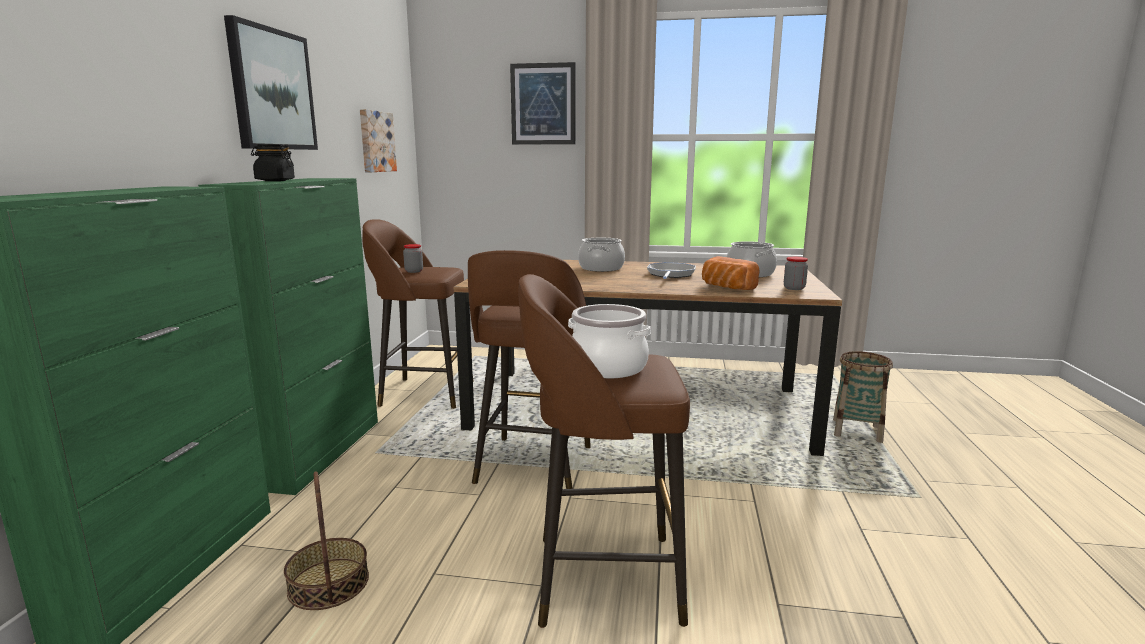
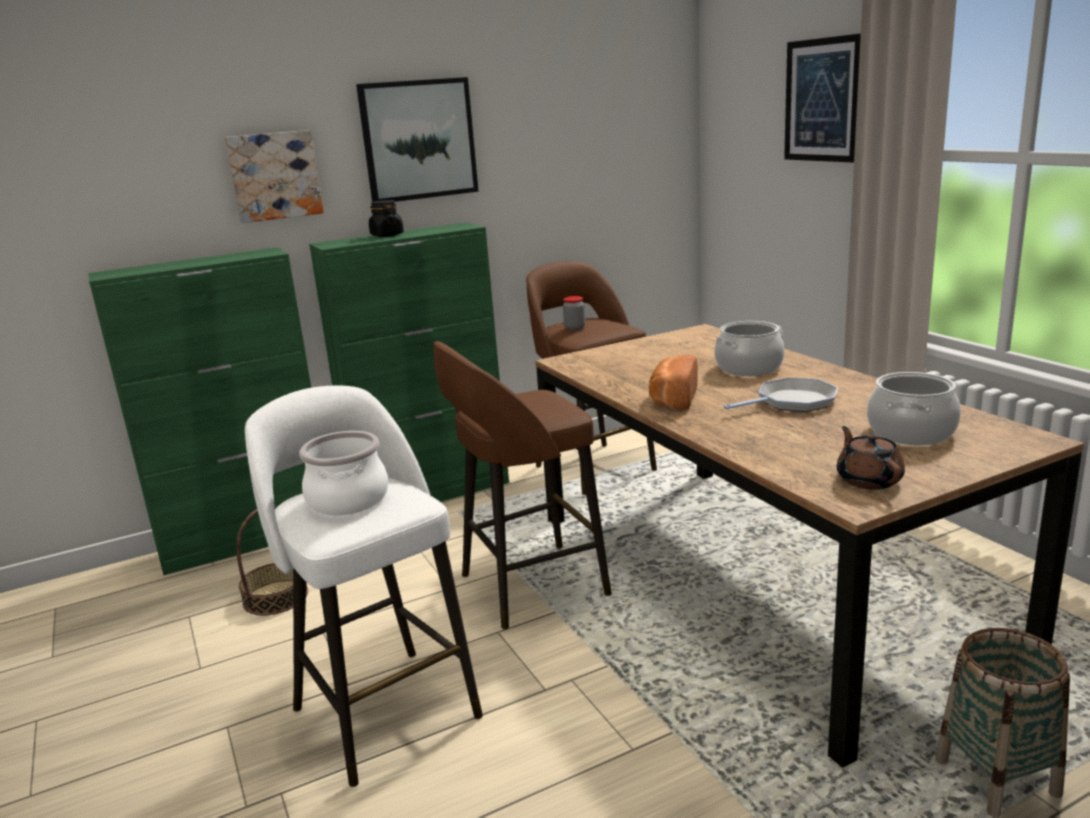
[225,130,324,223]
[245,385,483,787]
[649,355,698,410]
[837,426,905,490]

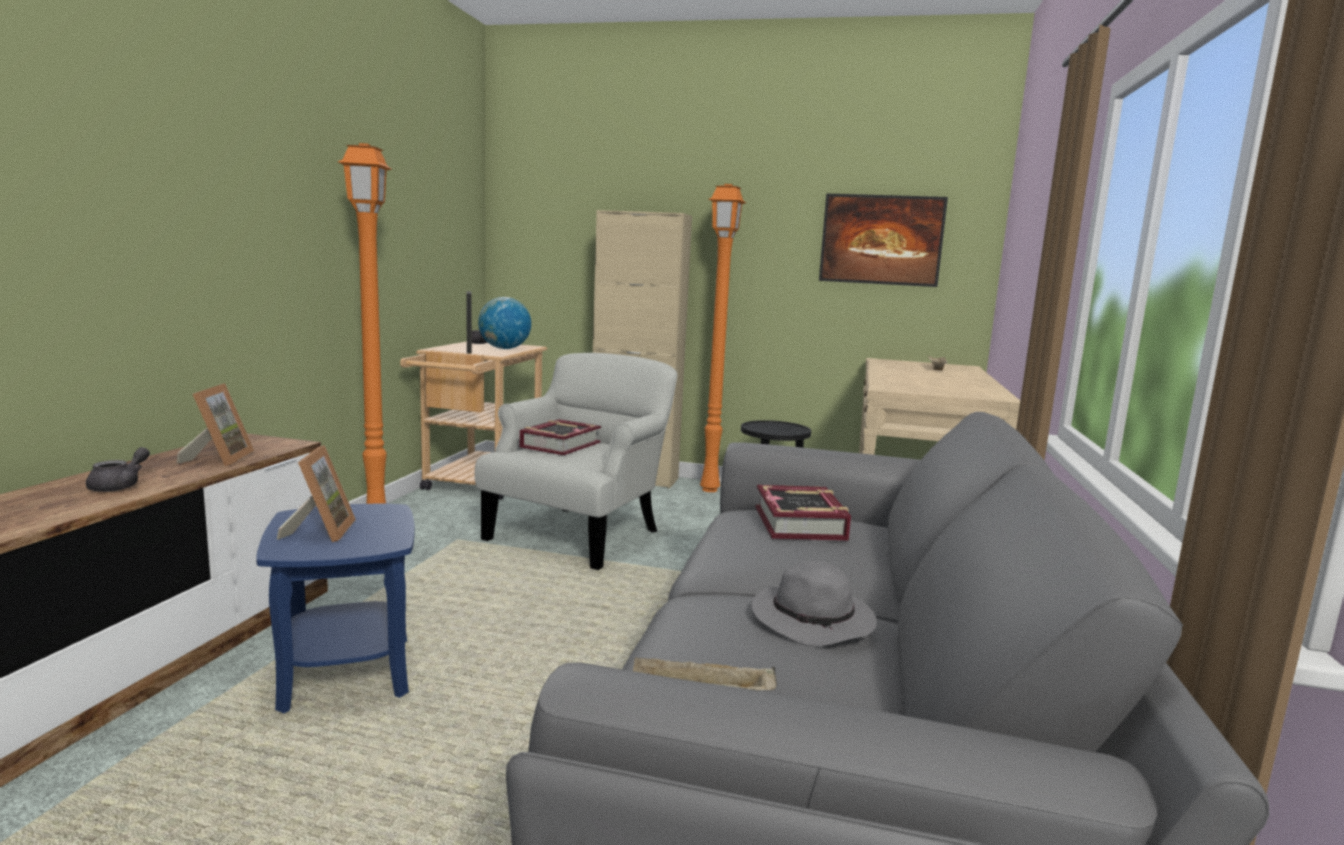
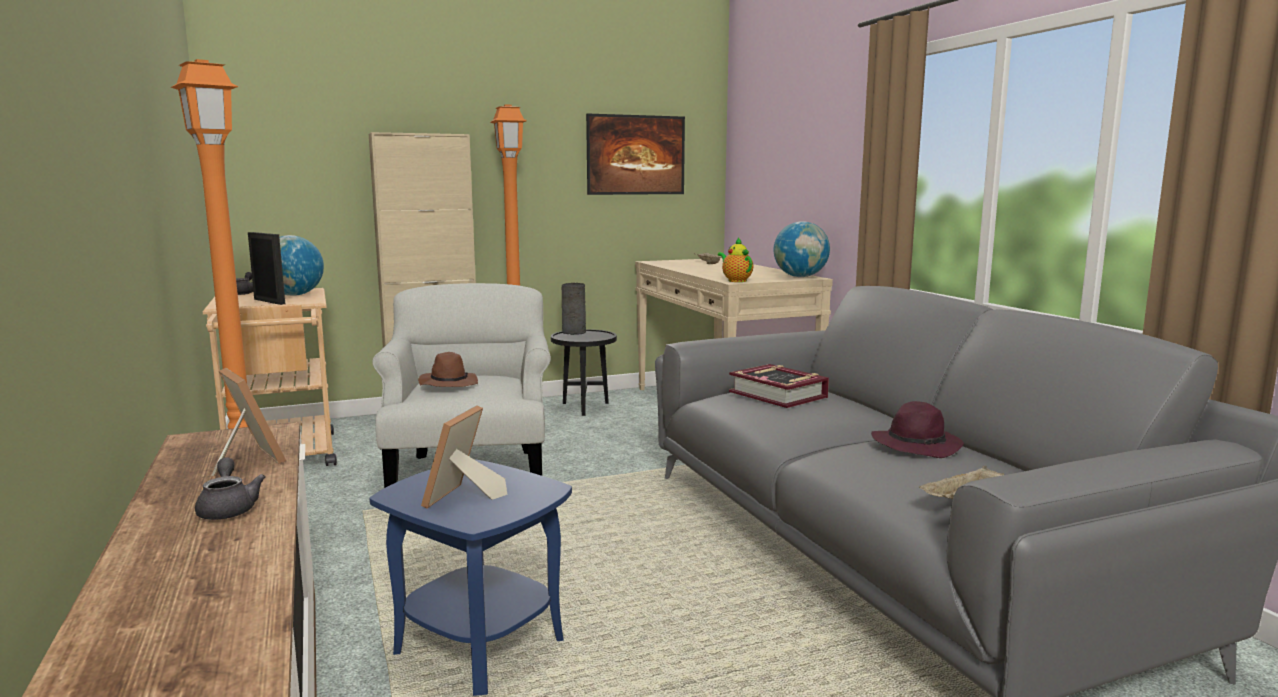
[418,352,478,387]
[421,405,507,509]
[562,283,586,335]
[718,237,753,282]
[773,221,830,277]
[871,401,964,458]

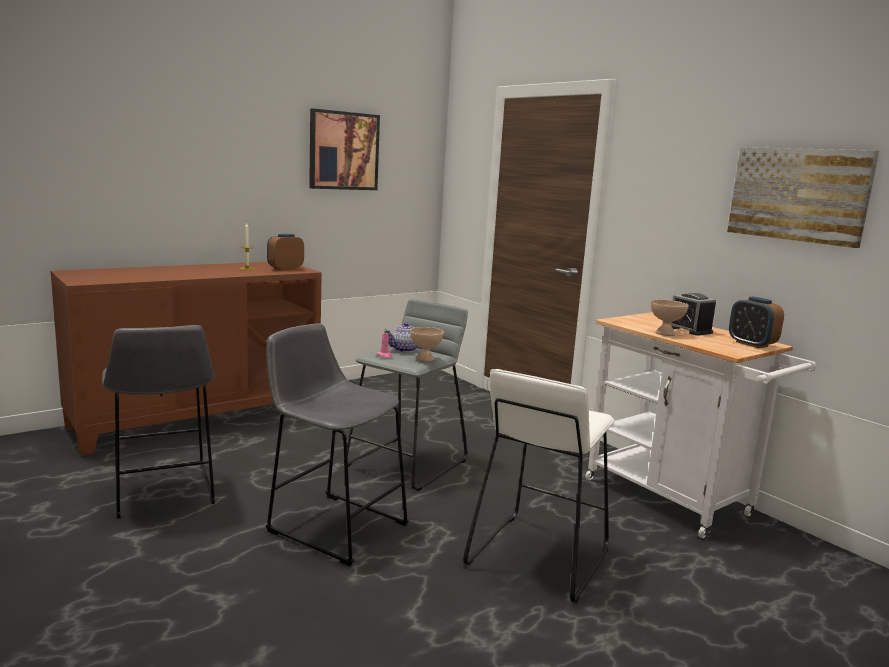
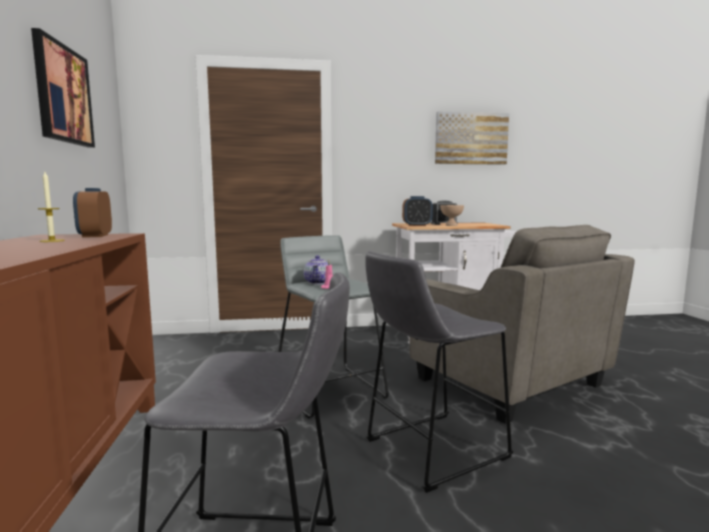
[402,196,433,226]
[409,225,635,424]
[410,327,444,362] (first image)

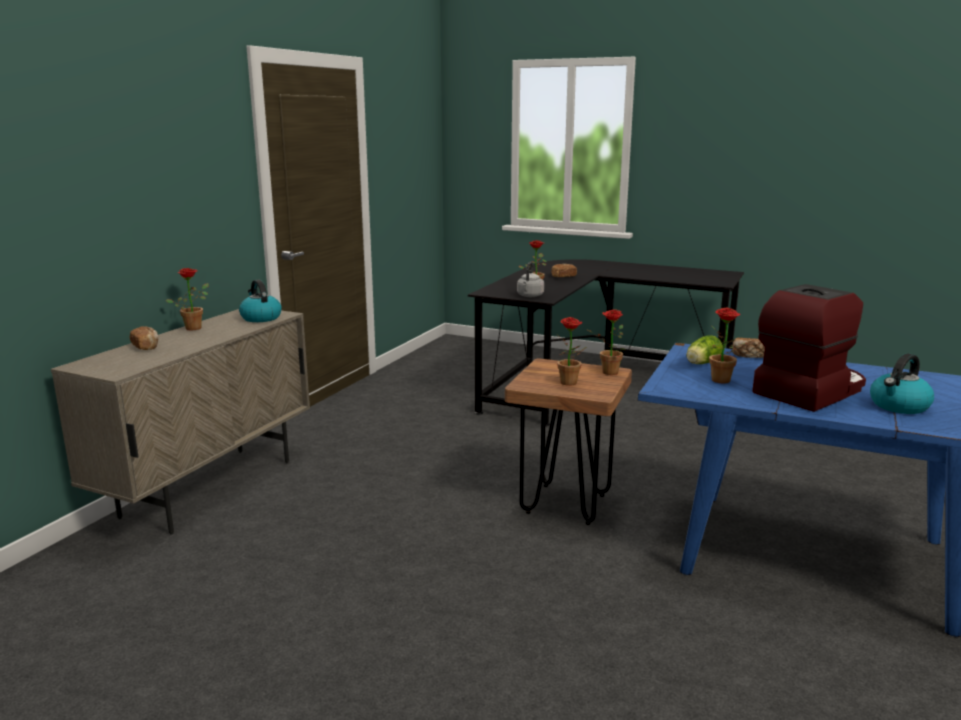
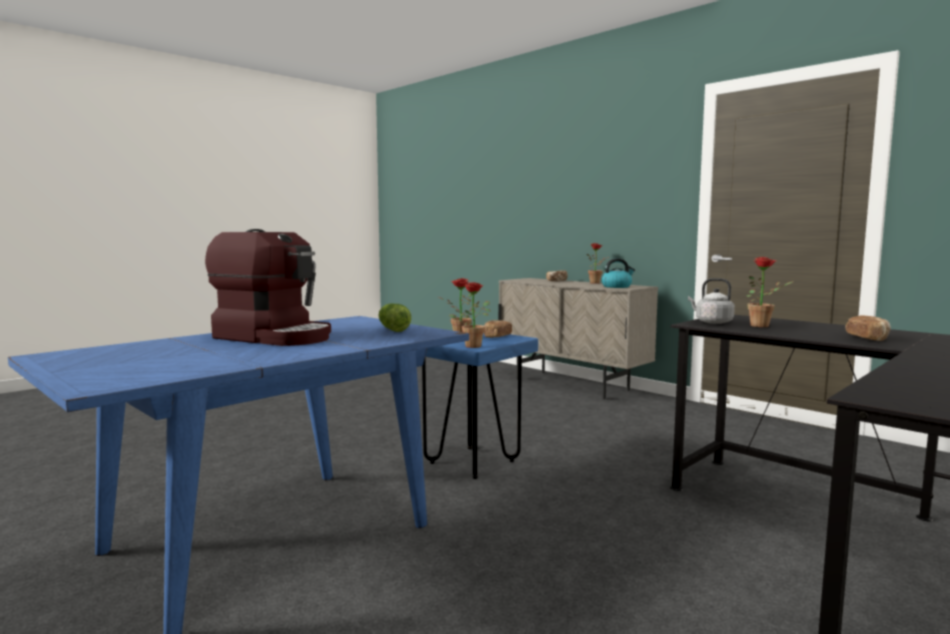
[205,229,331,346]
[422,334,538,479]
[483,320,512,338]
[709,307,746,383] (first image)
[870,353,934,414] (first image)

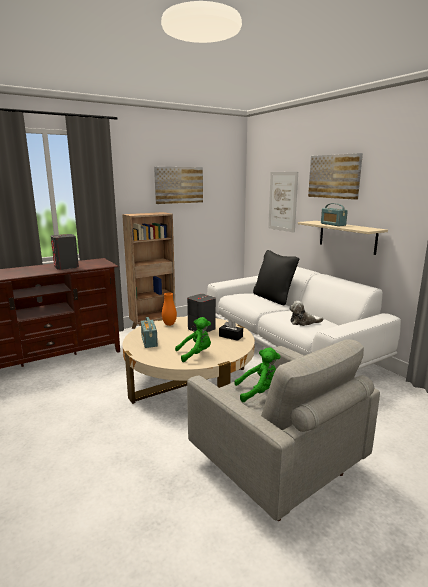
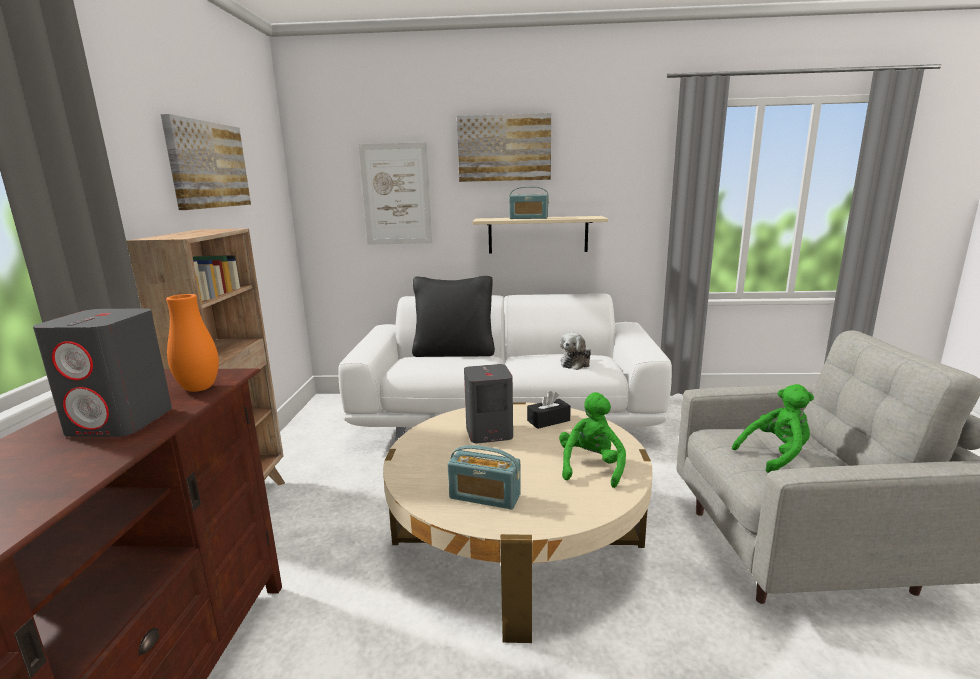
[166,294,219,392]
[732,384,814,473]

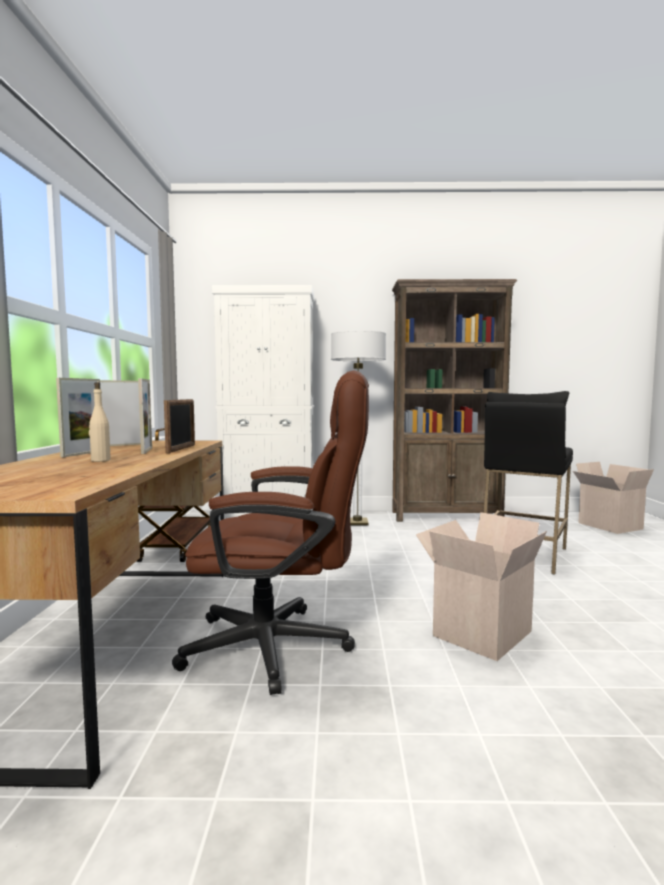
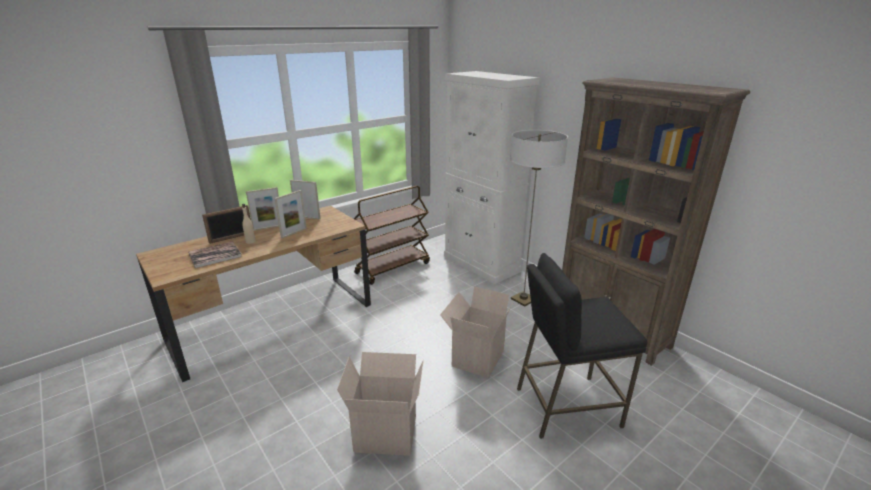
[188,241,242,268]
[202,205,251,244]
[440,286,514,378]
[172,370,369,695] (first image)

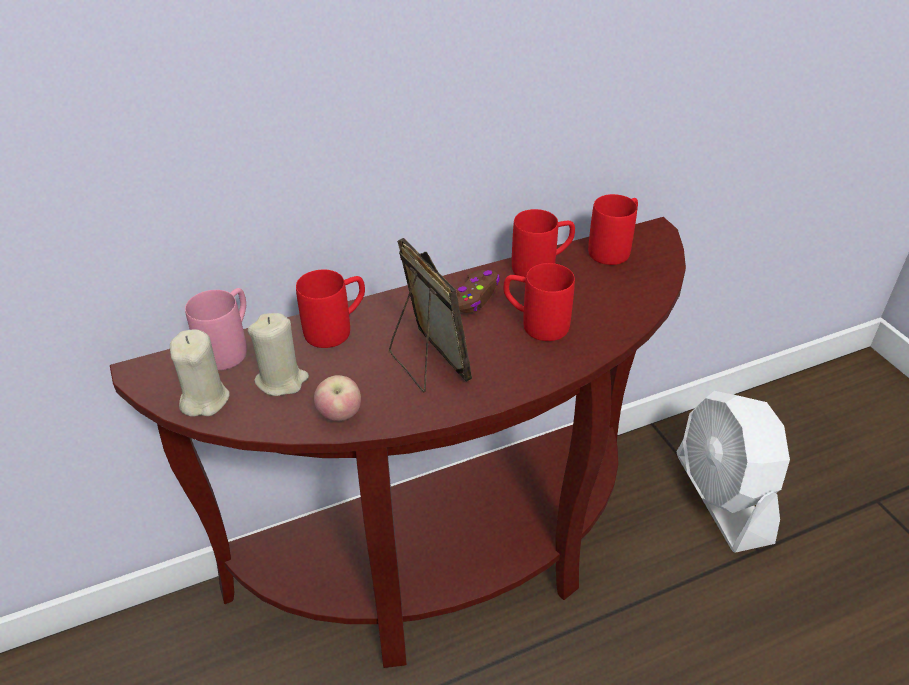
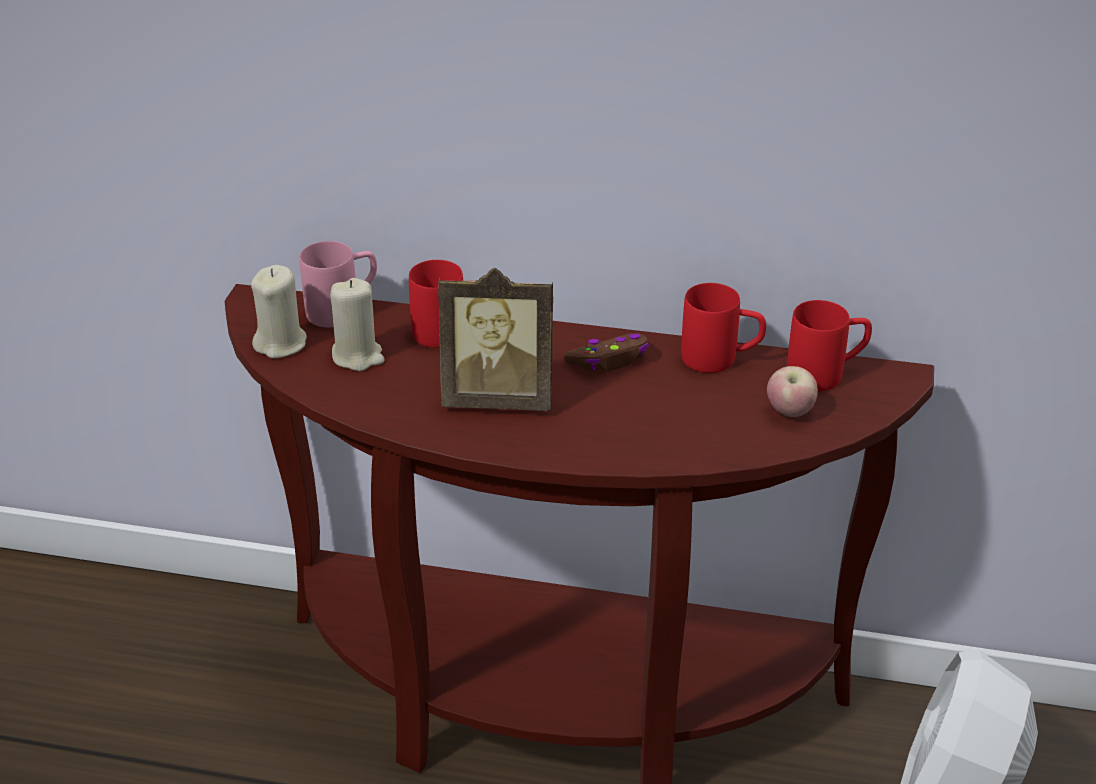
[438,268,553,411]
[767,366,818,417]
[503,263,575,341] (first image)

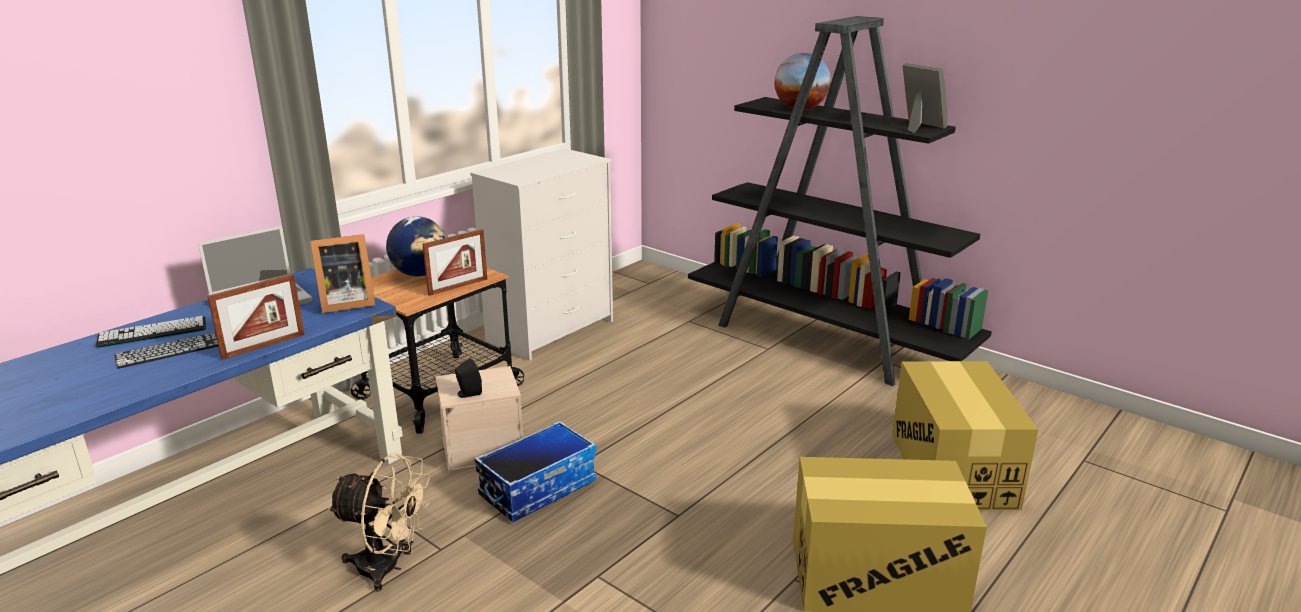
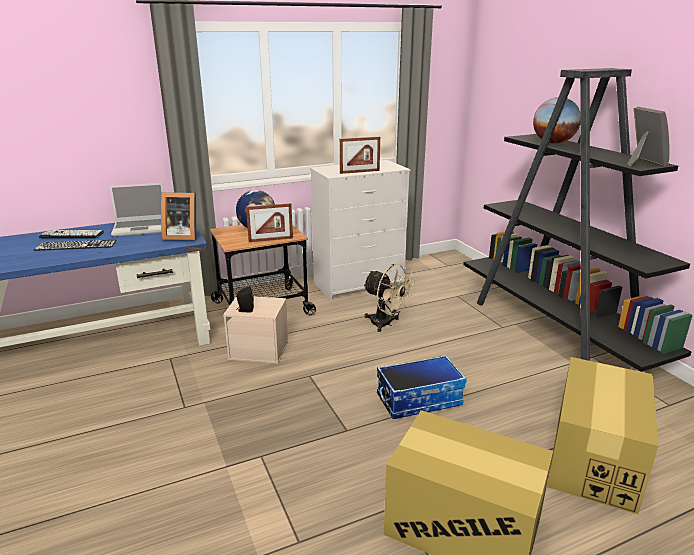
[340,137,380,174]
[363,263,414,332]
[377,355,467,419]

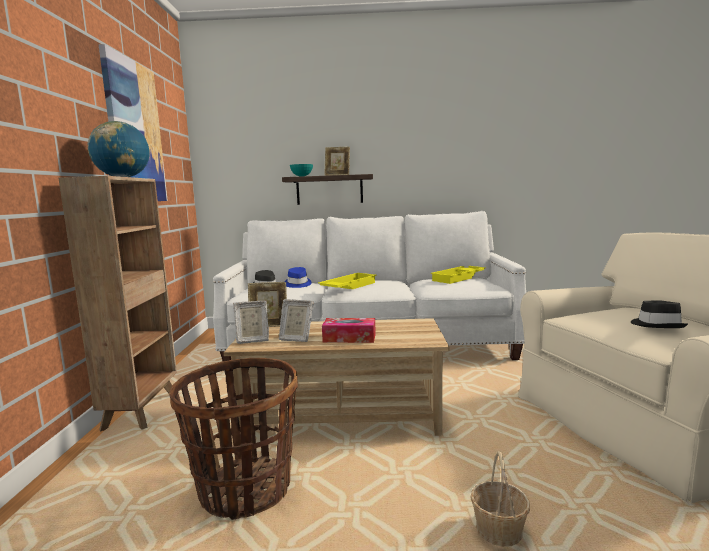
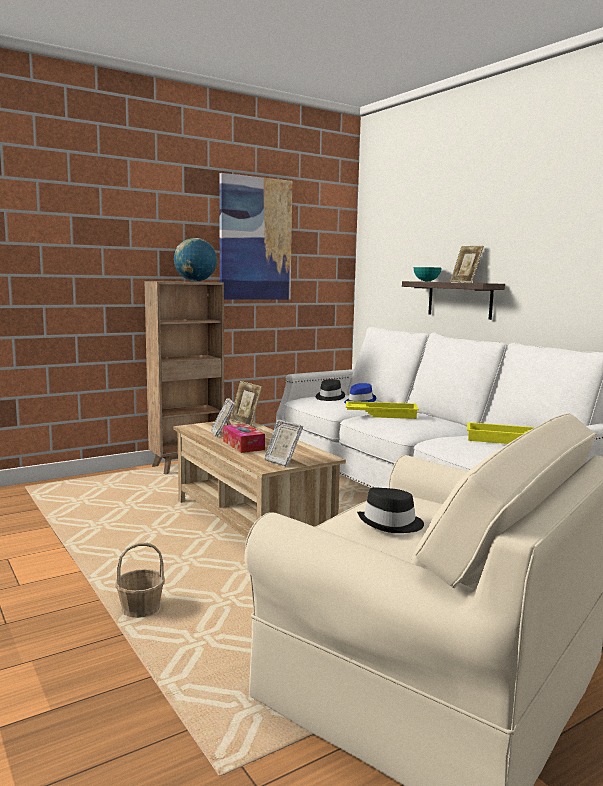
[264,420,303,467]
[169,358,298,520] (first image)

